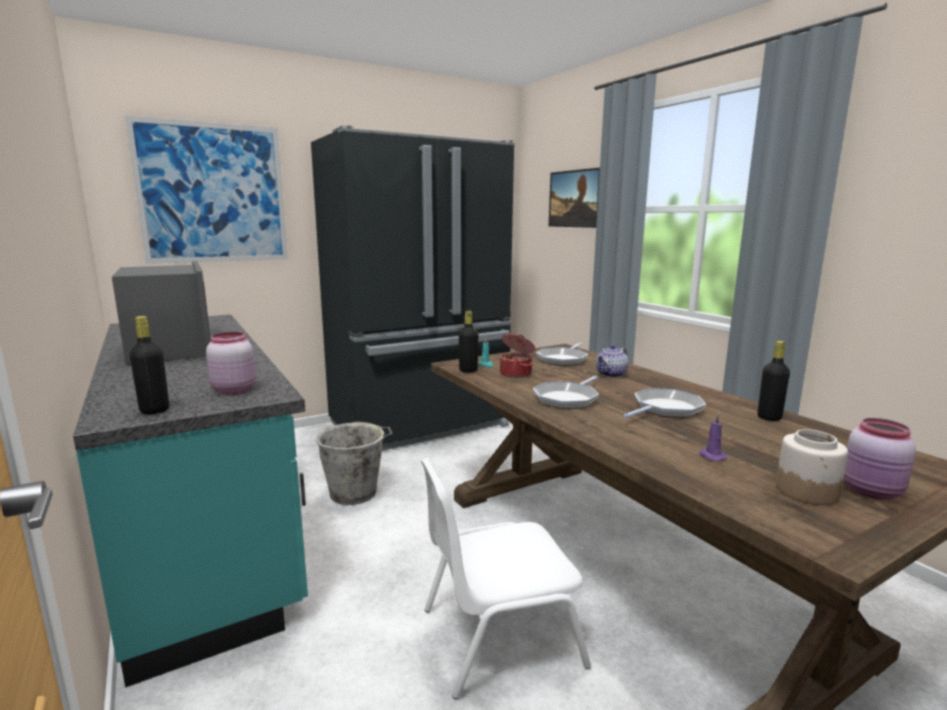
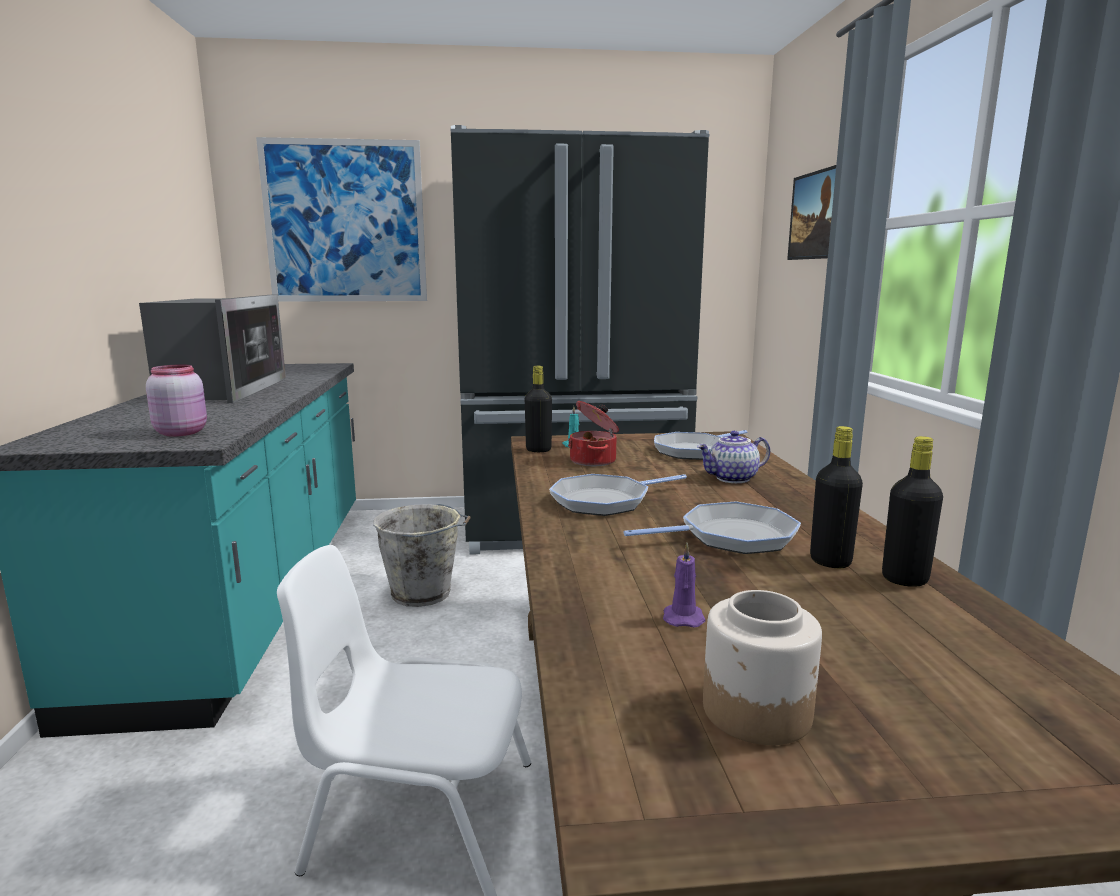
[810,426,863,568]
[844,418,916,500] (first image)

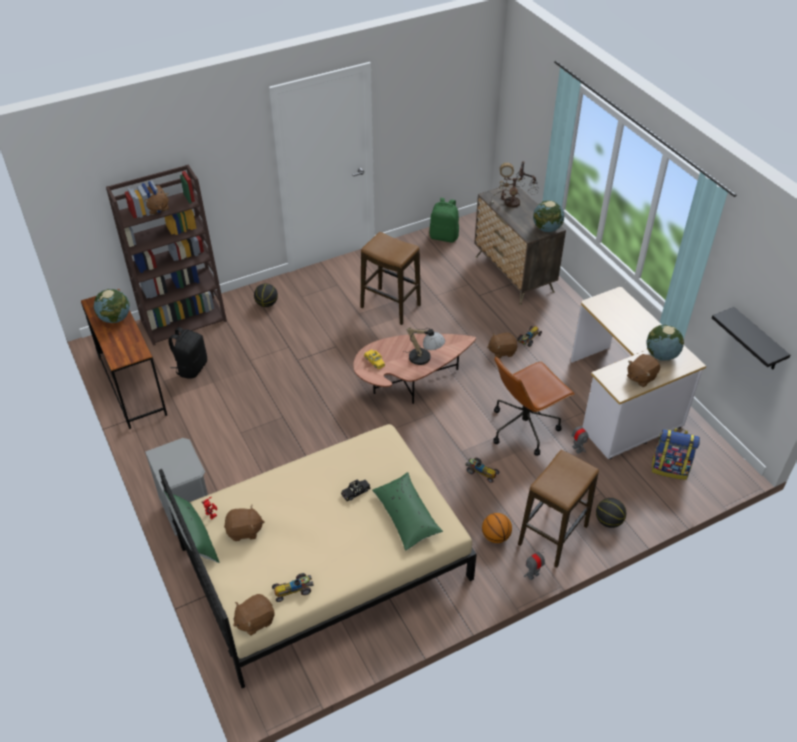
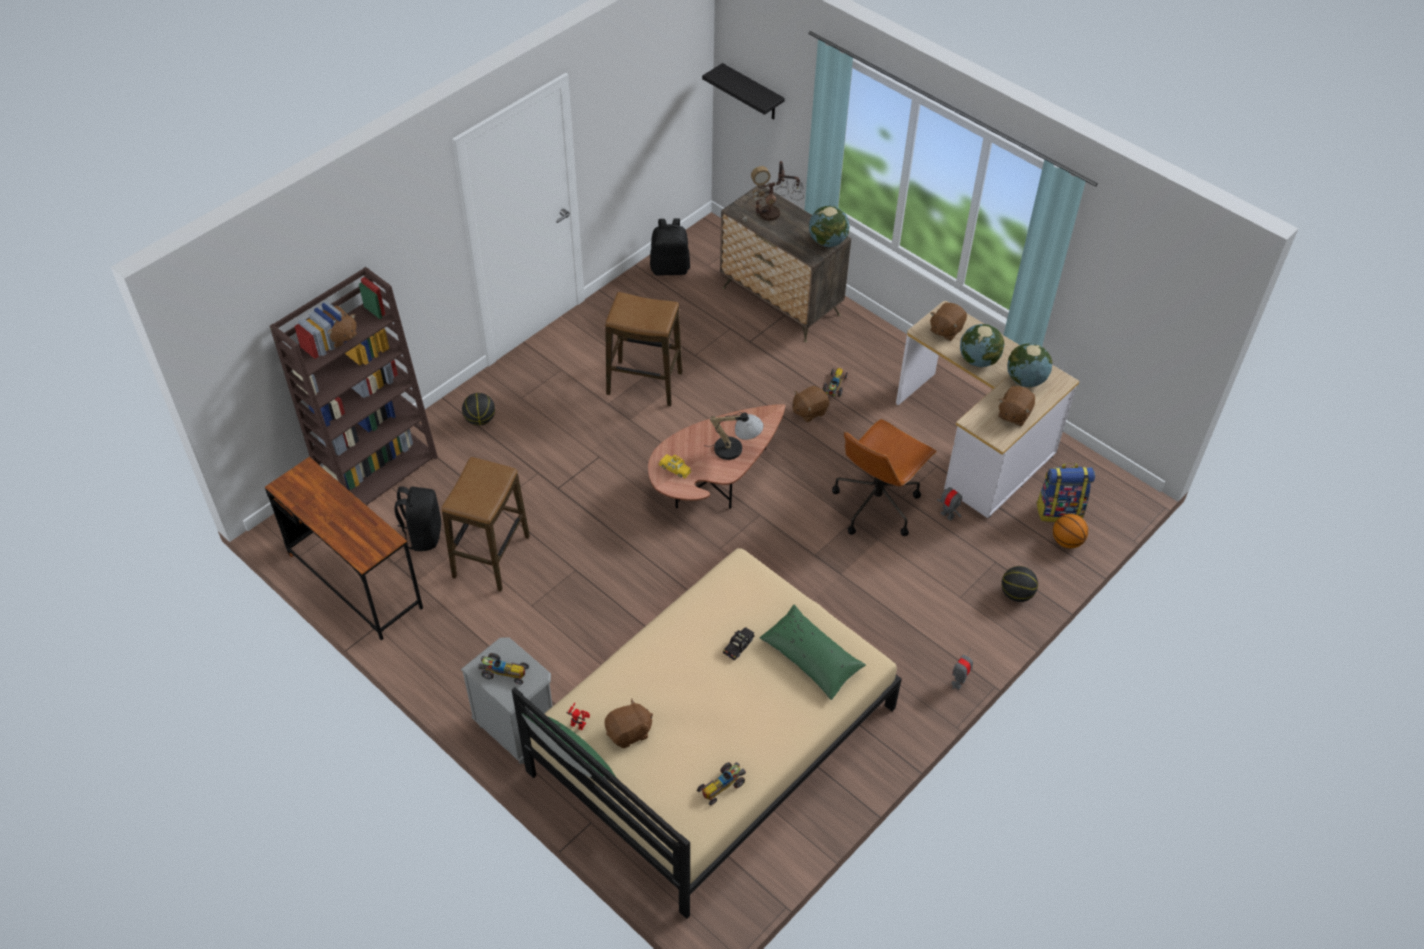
[441,457,530,592]
[478,653,529,684]
[650,218,690,275]
[702,63,785,120]
[930,302,967,341]
[960,324,1005,367]
[1053,514,1088,548]

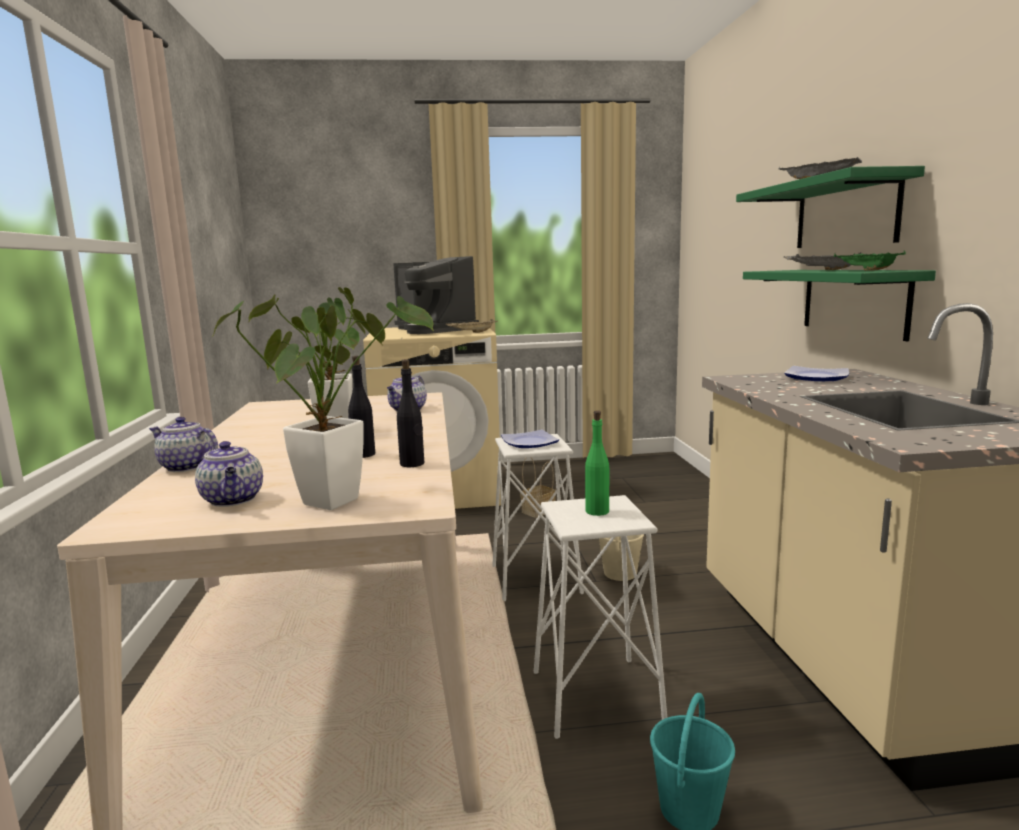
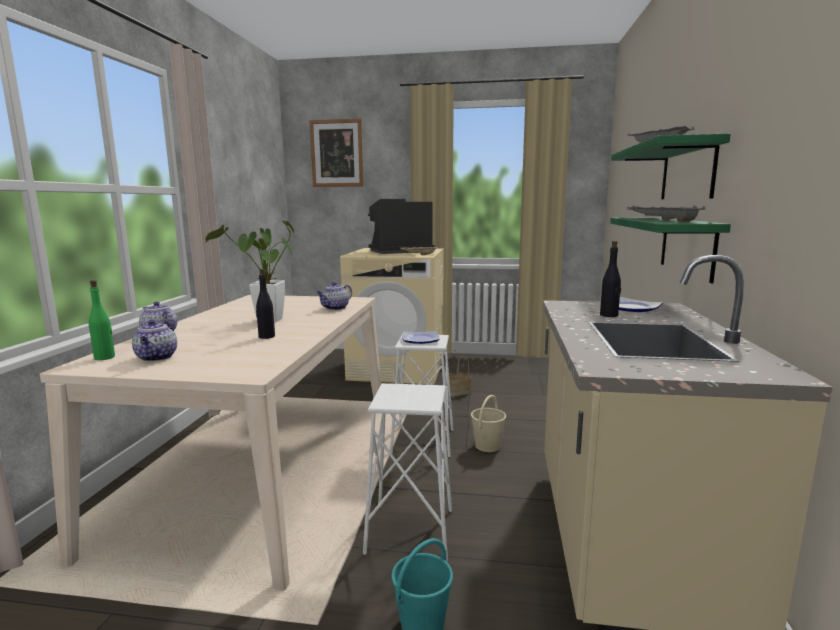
[89,280,115,360]
[309,119,363,187]
[368,199,435,254]
[600,241,621,317]
[661,206,705,222]
[213,296,434,510] (first image)

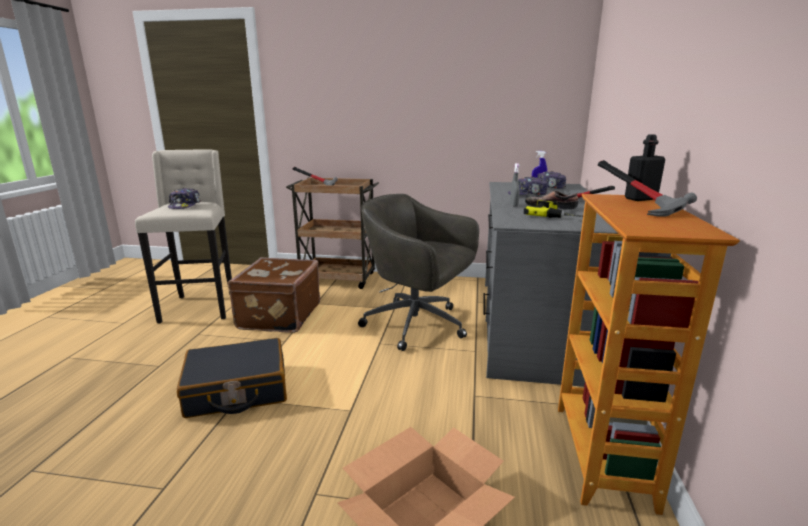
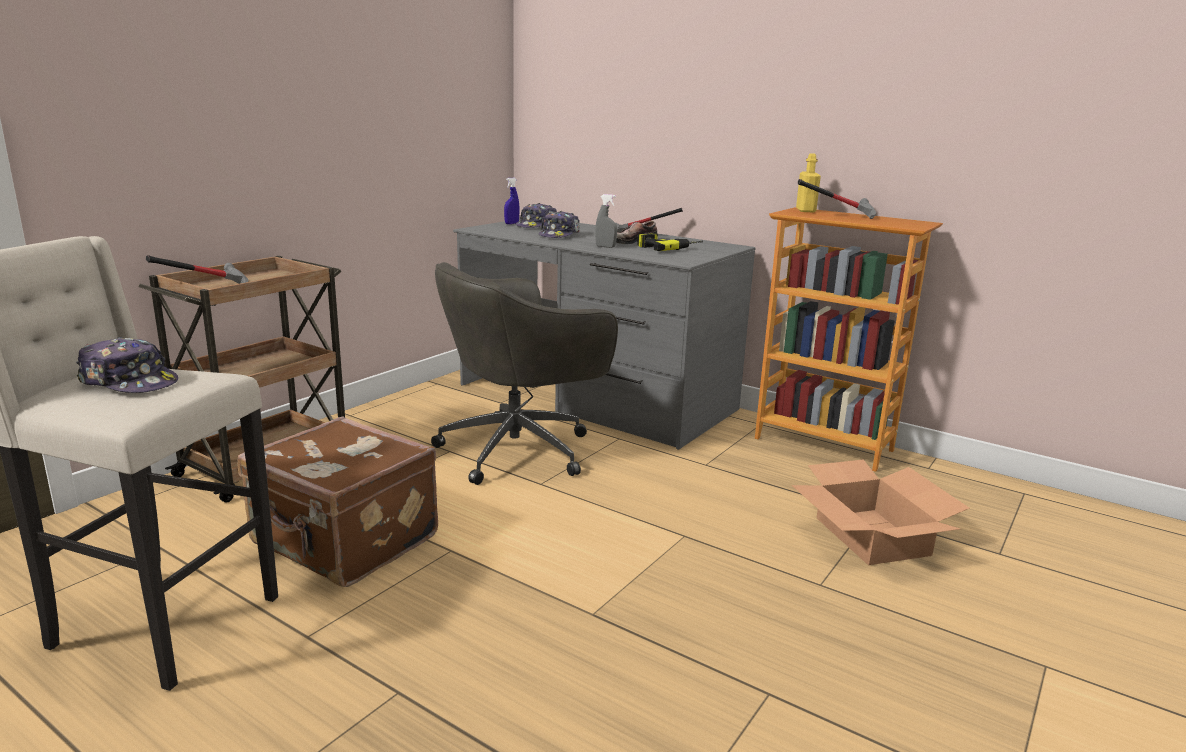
[796,153,821,212]
[177,338,287,418] (first image)

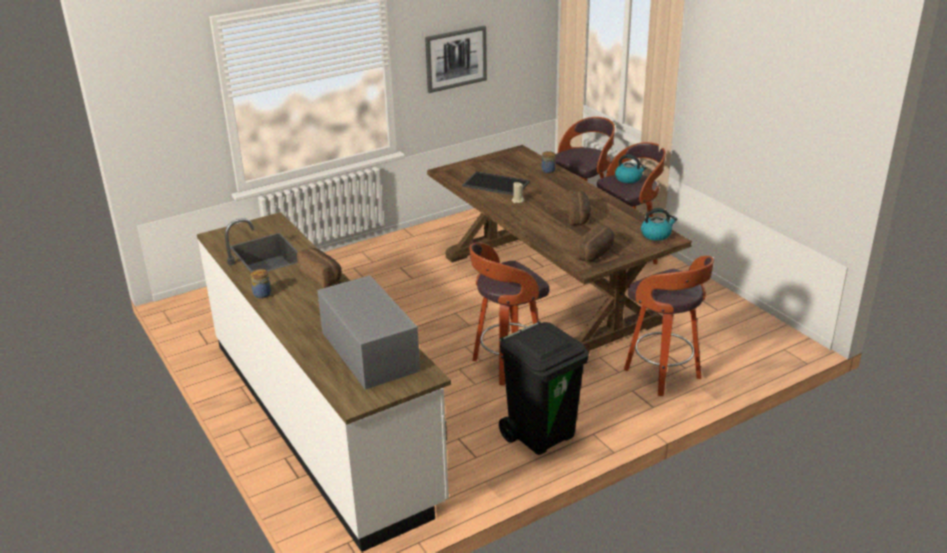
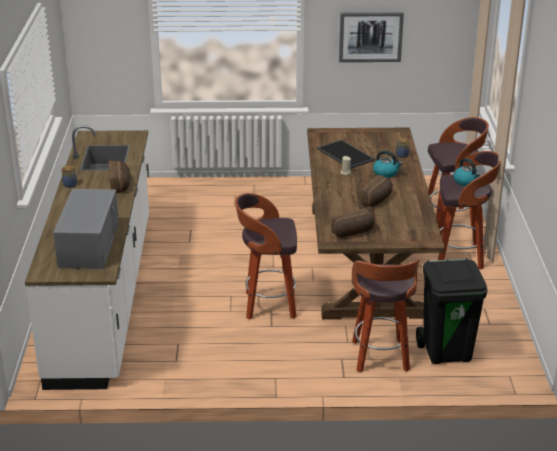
[373,150,402,178]
[416,258,488,364]

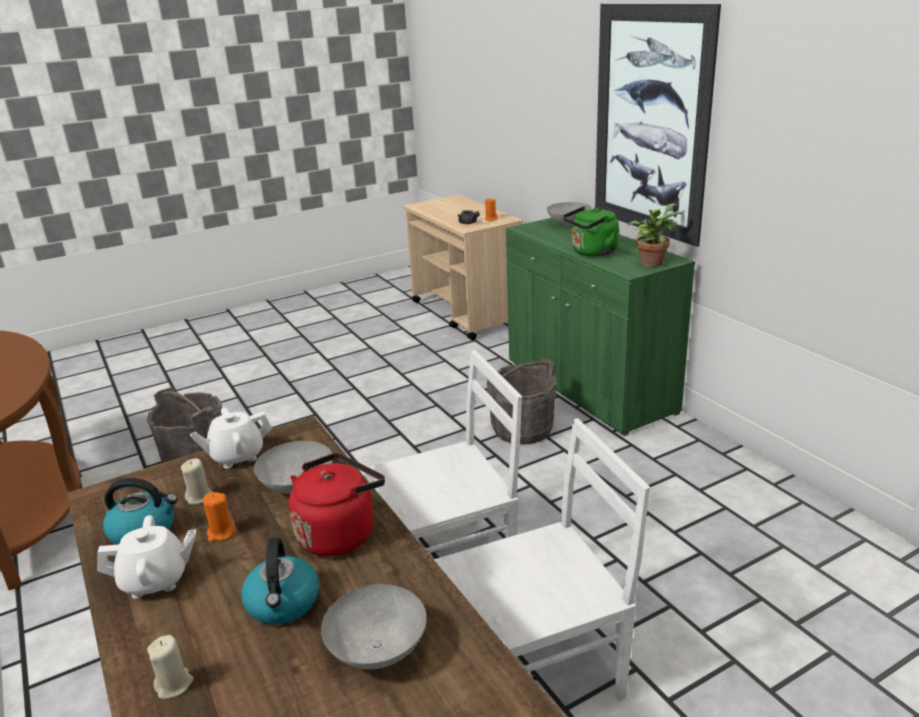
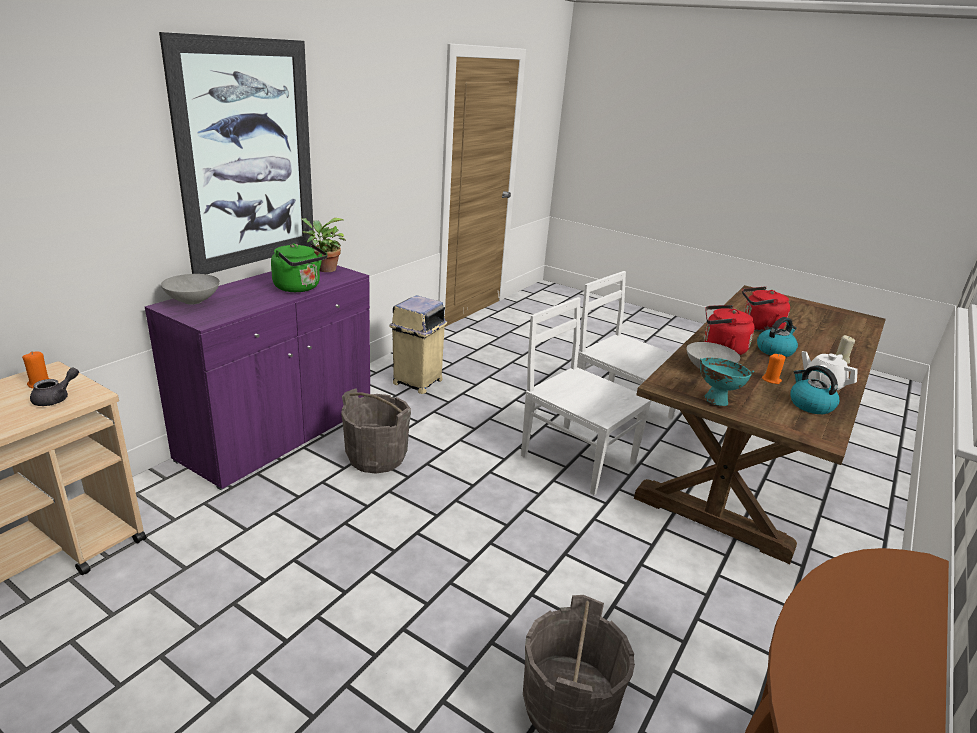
[145,265,370,490]
[390,295,447,394]
[700,357,754,406]
[742,286,790,332]
[181,458,213,505] (first image)

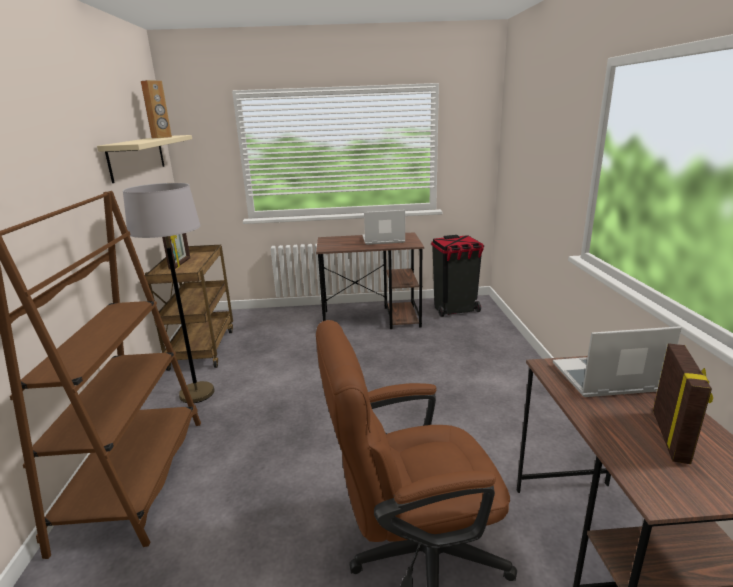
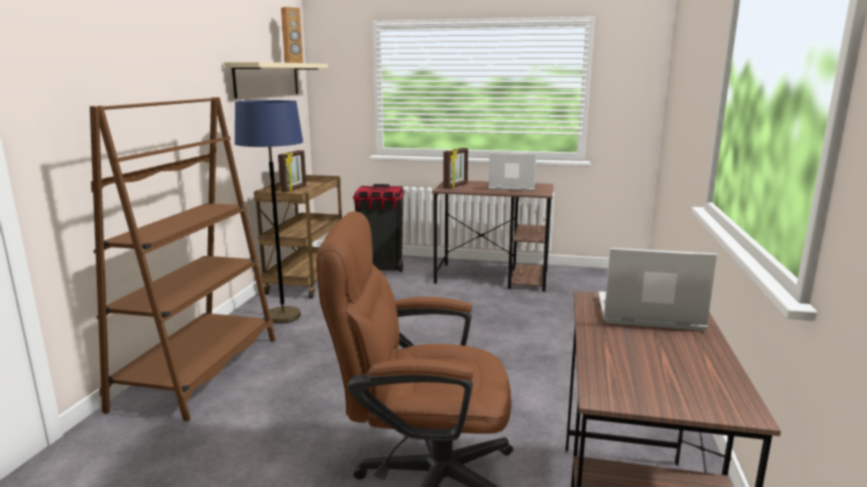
[235,100,303,324]
[353,184,405,272]
[443,148,468,189]

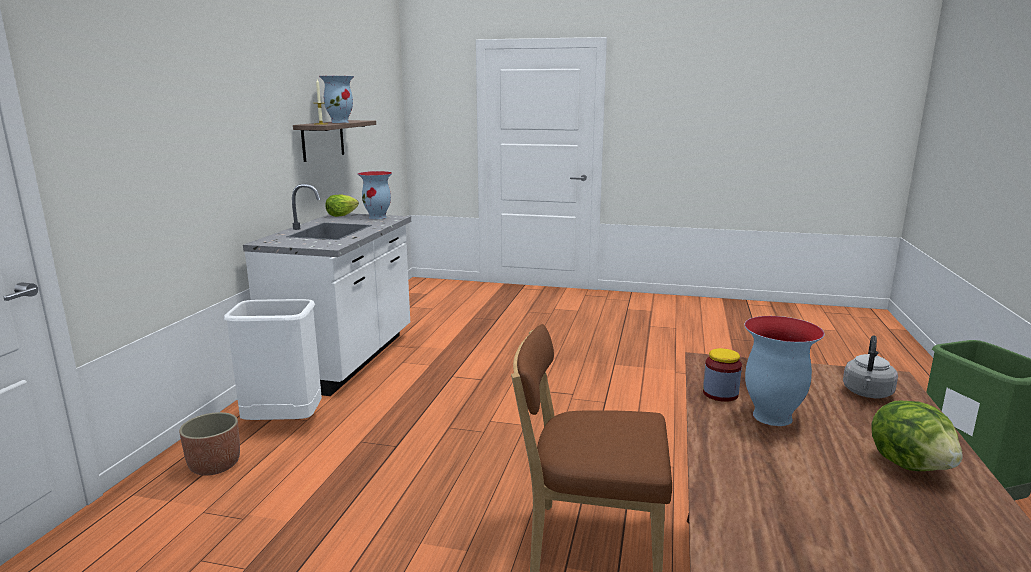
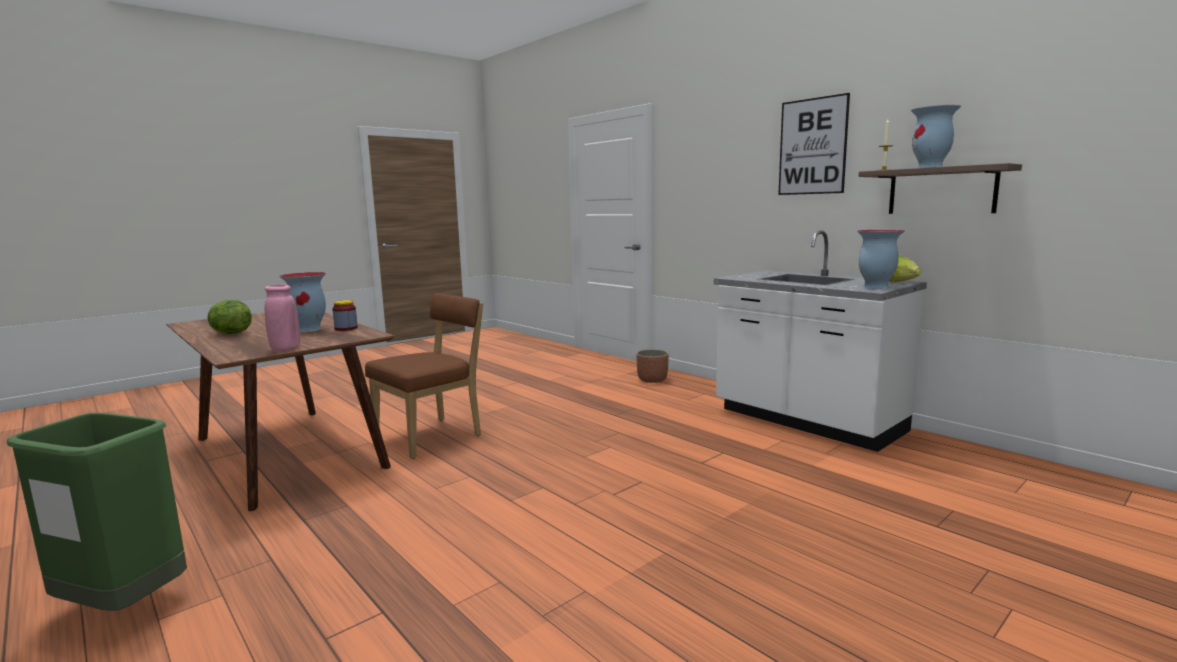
[265,284,300,351]
[778,93,850,195]
[224,299,322,420] (first image)
[843,335,898,398] (first image)

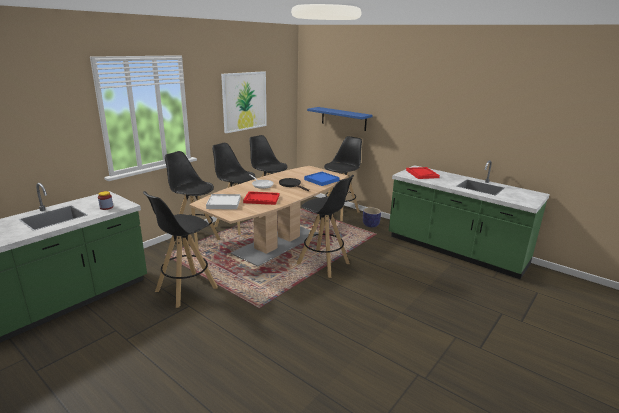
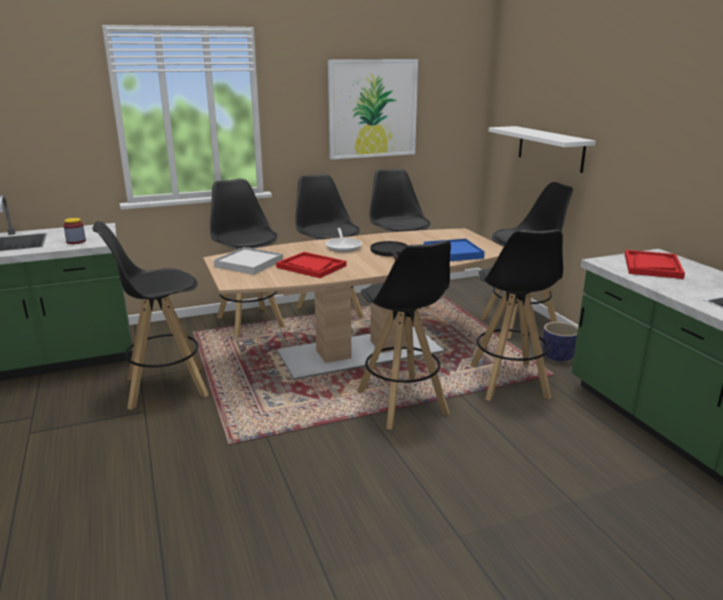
[470,229,563,401]
[488,126,596,173]

